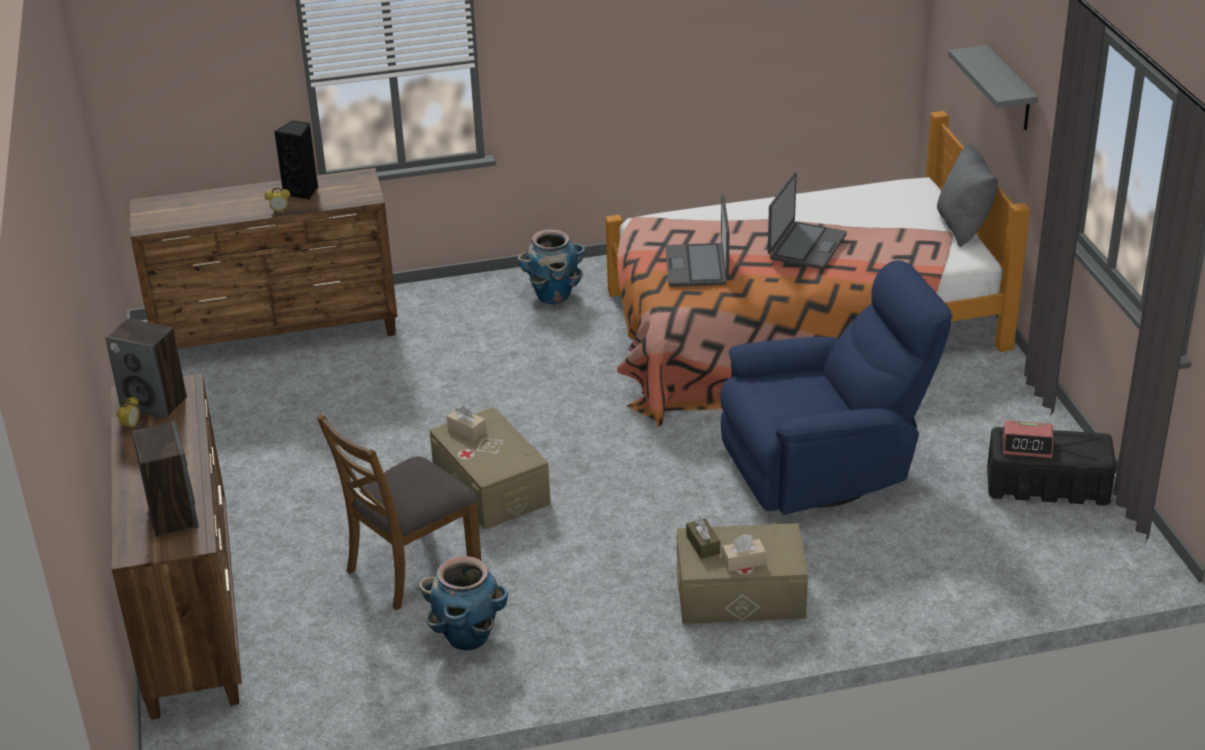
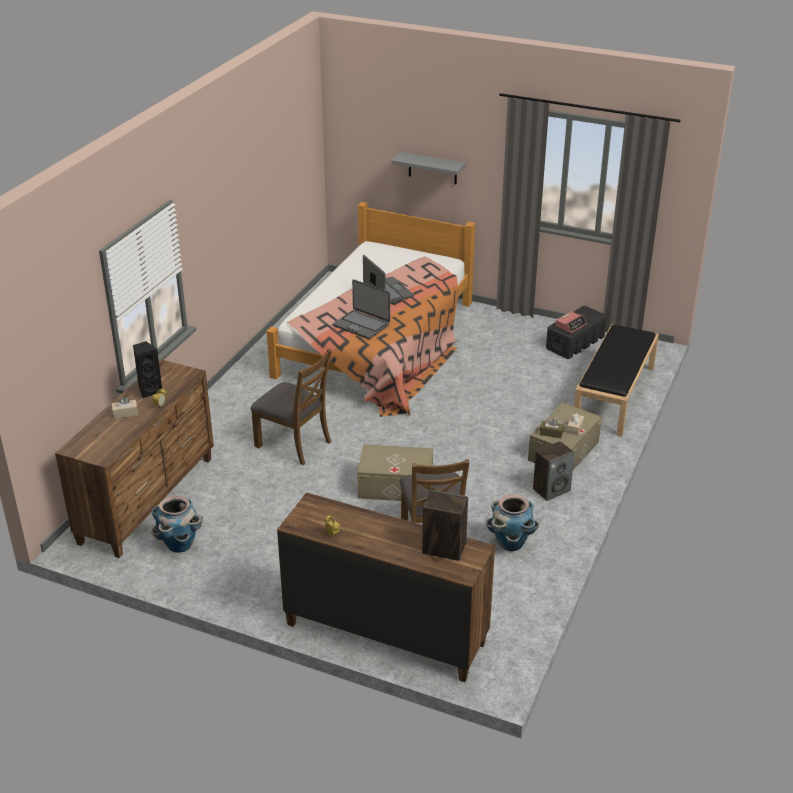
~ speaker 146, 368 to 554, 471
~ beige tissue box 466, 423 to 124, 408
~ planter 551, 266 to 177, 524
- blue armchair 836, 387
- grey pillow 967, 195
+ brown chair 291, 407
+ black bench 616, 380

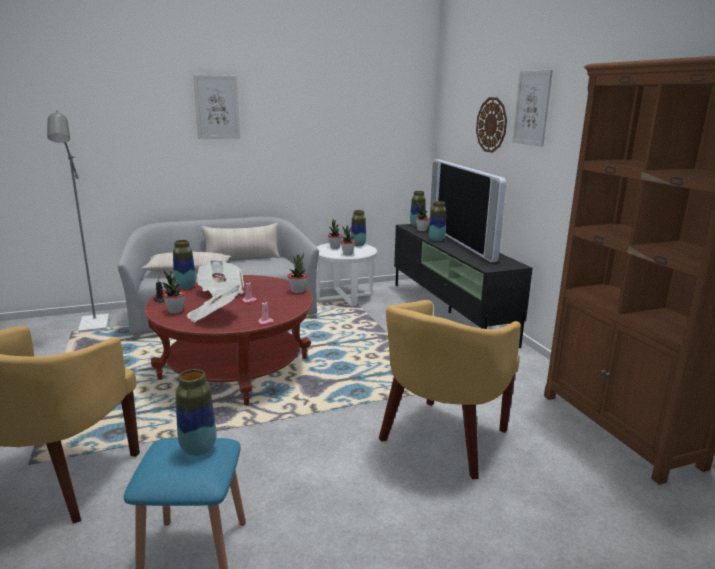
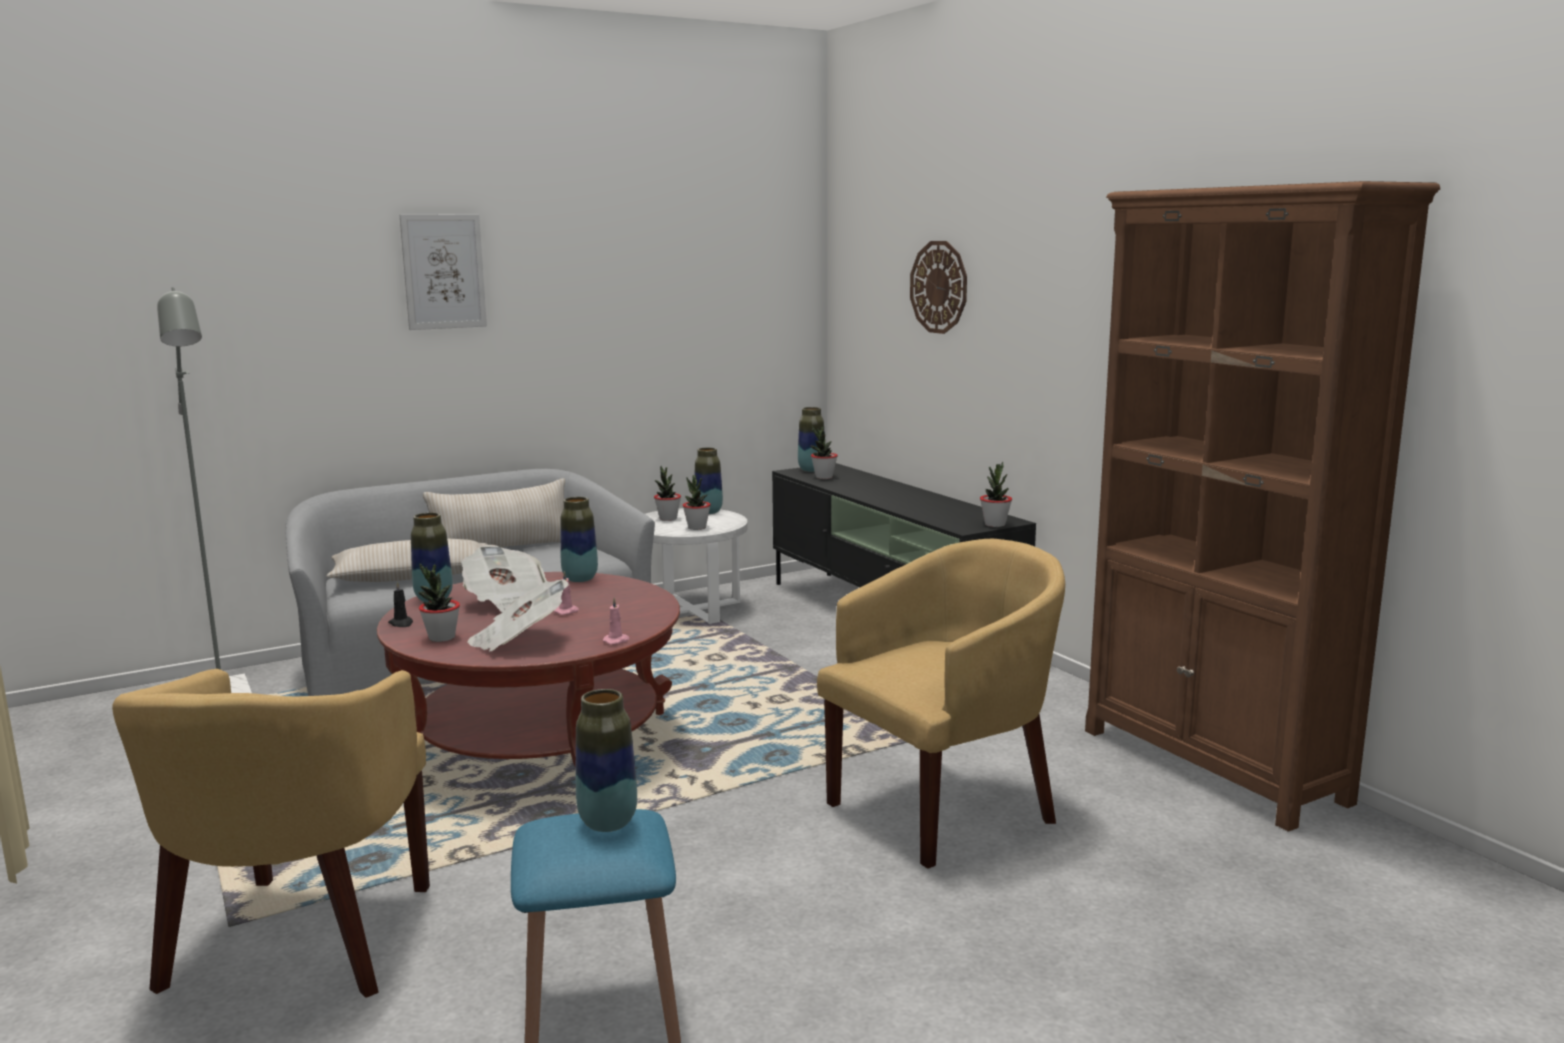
~ potted plant 297, 273 to 996, 494
~ yellow armchair 450, 389 = 941, 703 150 degrees counterclockwise
- television 467, 210
~ vase 437, 221 to 579, 539
- picture 532, 108

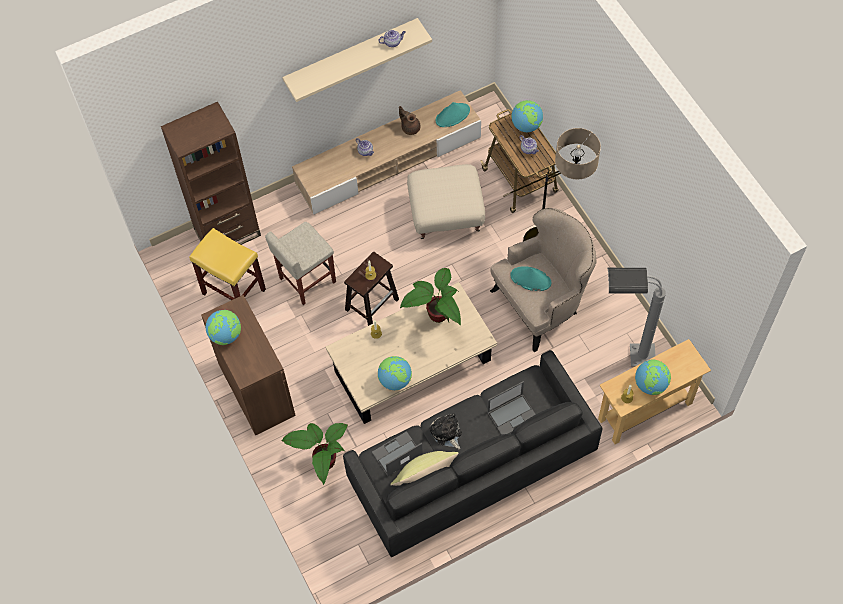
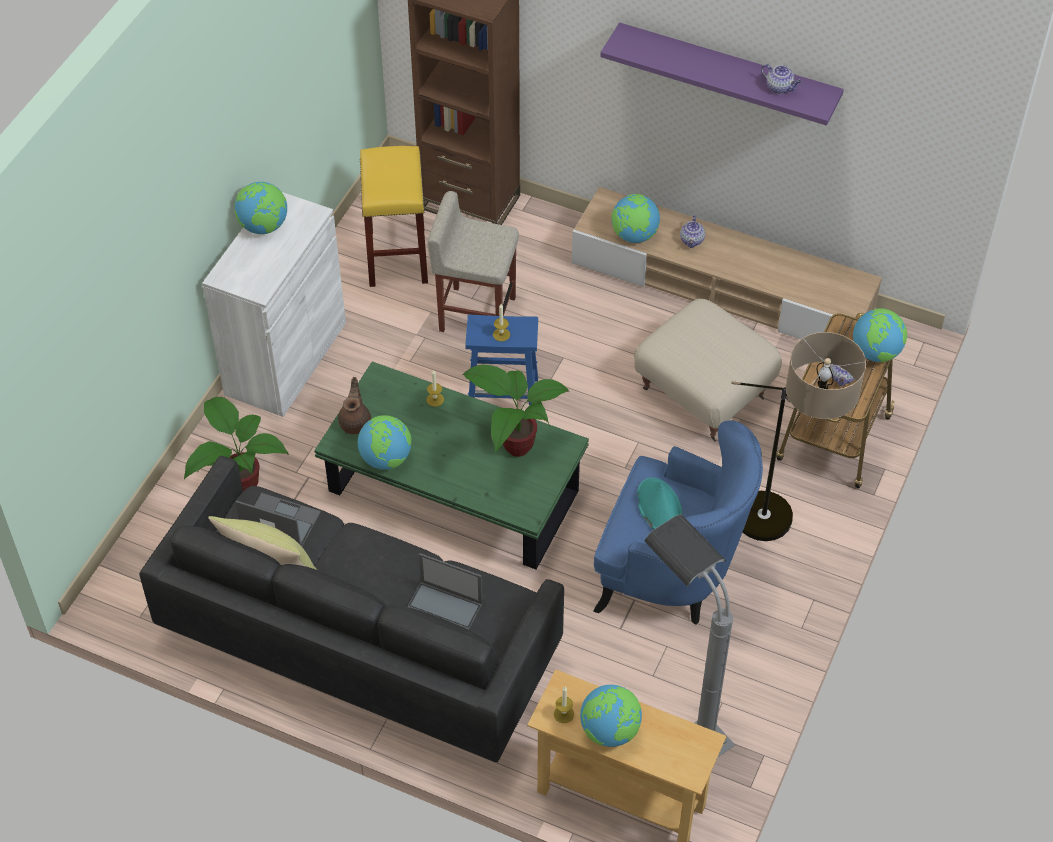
~ brown cabinet 248, 365 to white cabinet 274, 304
~ beige shelf 357, 60 to purple shelf 722, 74
~ beige coffee table 411, 353 to green coffee table 451, 465
~ brown stool 371, 288 to blue stool 501, 360
~ brown teapot 409, 120 to 354, 405
- plush toy 446, 431
- turquoise hat 453, 114
~ beige armchair 543, 280 to blue armchair 678, 522
+ globe 635, 218

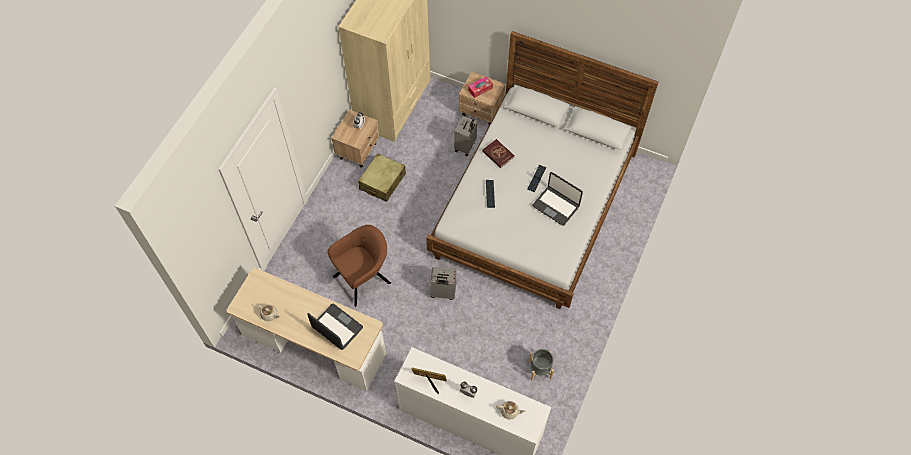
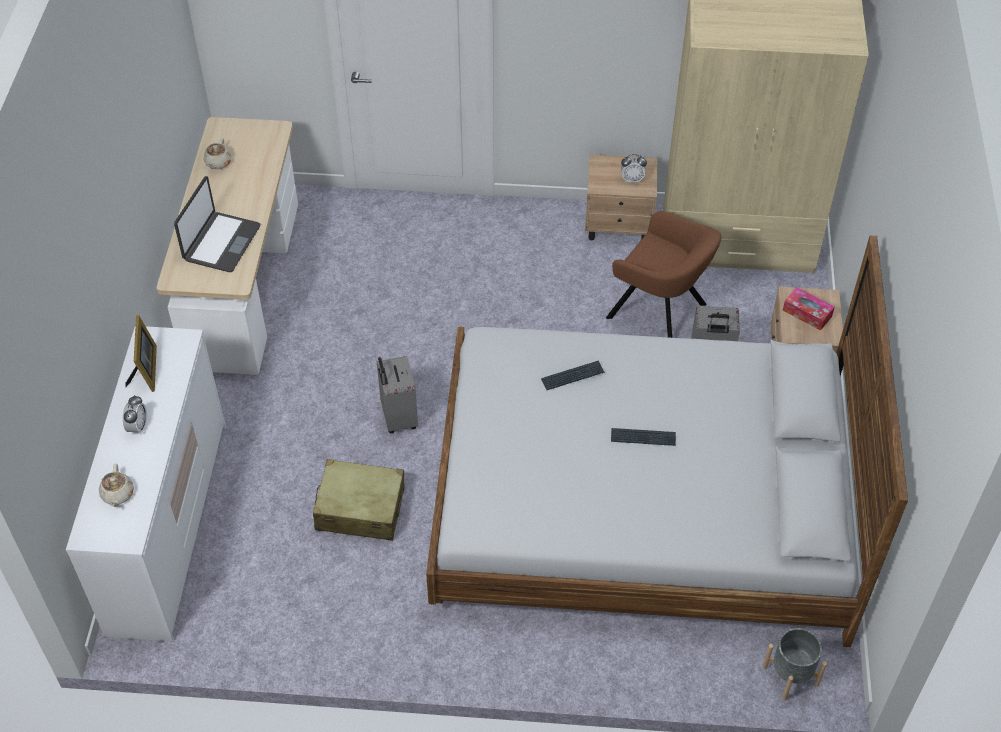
~ brown armchair 359, 266 to 663, 274
~ beige suitcase 382, 177 to 359, 500
- red book 498, 153
~ grey planter 541, 364 to 794, 664
- laptop 557, 199

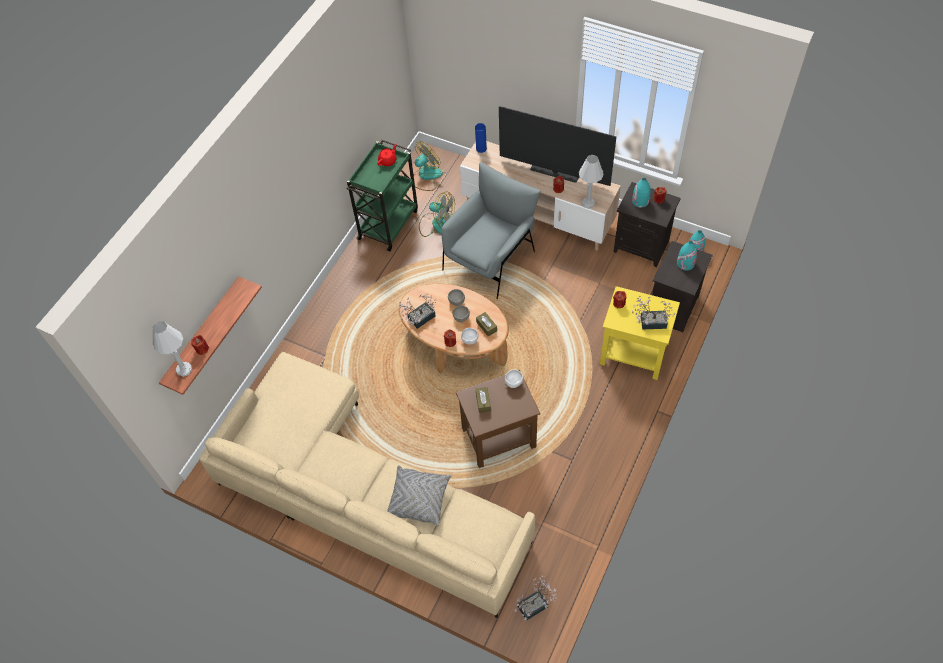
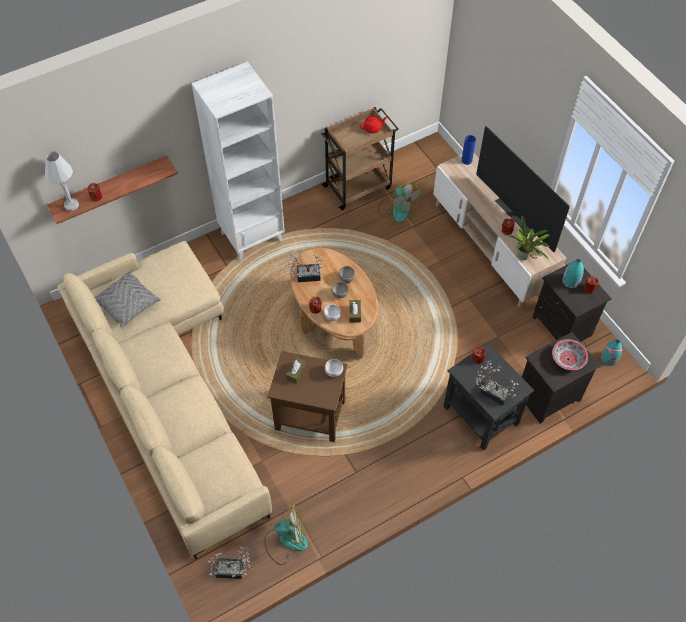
~ green cart 382, 195 to brown cart 359, 158
~ grey pillow 419, 495 to 128, 300
~ fan 428, 166 to 286, 534
- grey armchair 491, 230
~ white table lamp 591, 182 to potted plant 525, 238
~ yellow side table 640, 333 to black side table 488, 397
~ turquoise vase 687, 255 to bowl 570, 354
+ white bookcase 238, 161

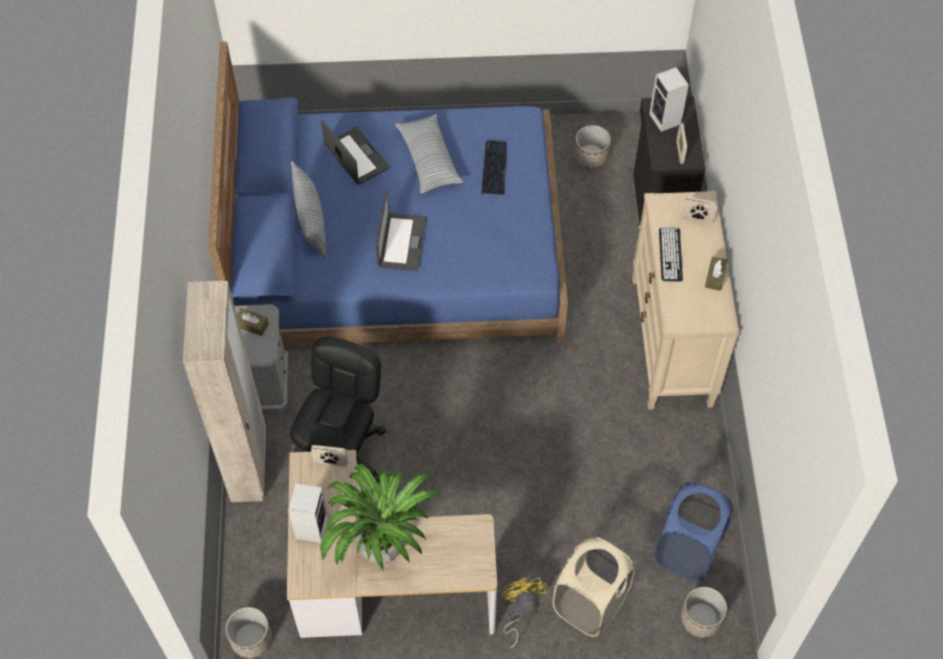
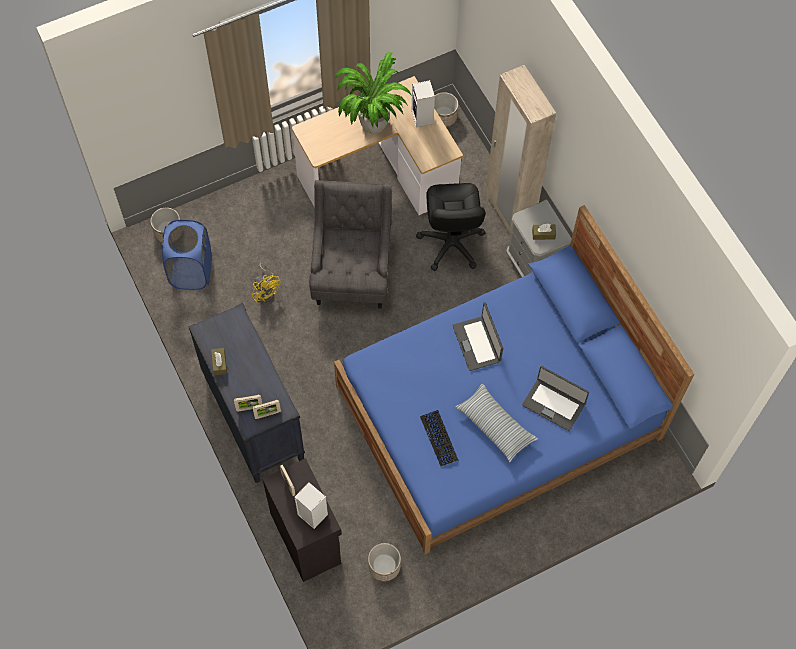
- pillow 309, 209
~ picture frame 329, 456 to 266, 409
~ yellow fan 524, 613 to 266, 282
- beige laundry basket 593, 587
~ beige dresser 685, 300 to black dresser 246, 393
- keyboard 671, 255
+ grey armchair 350, 244

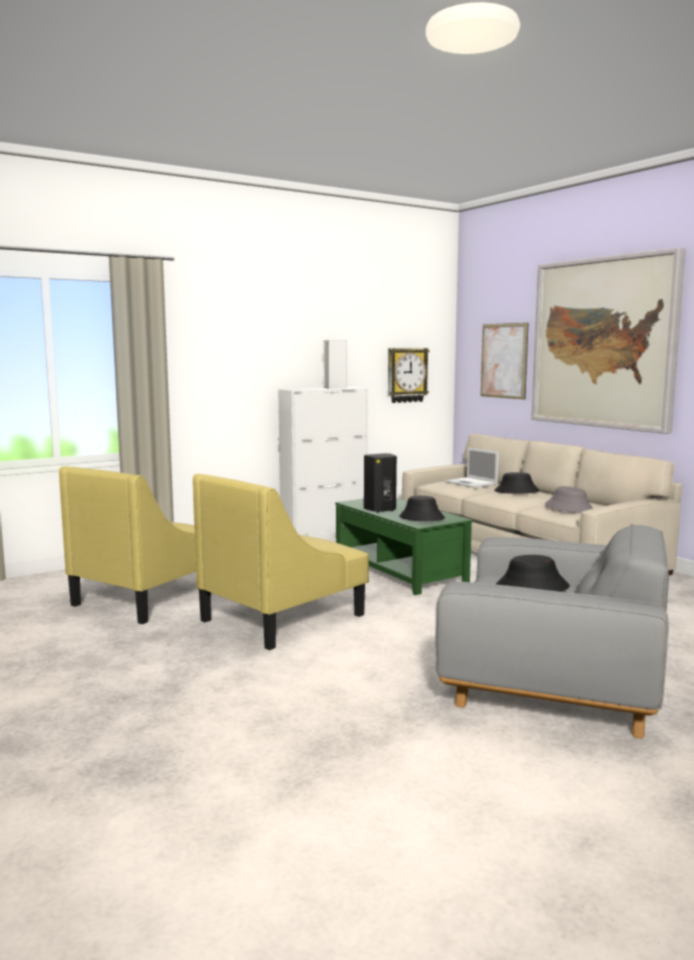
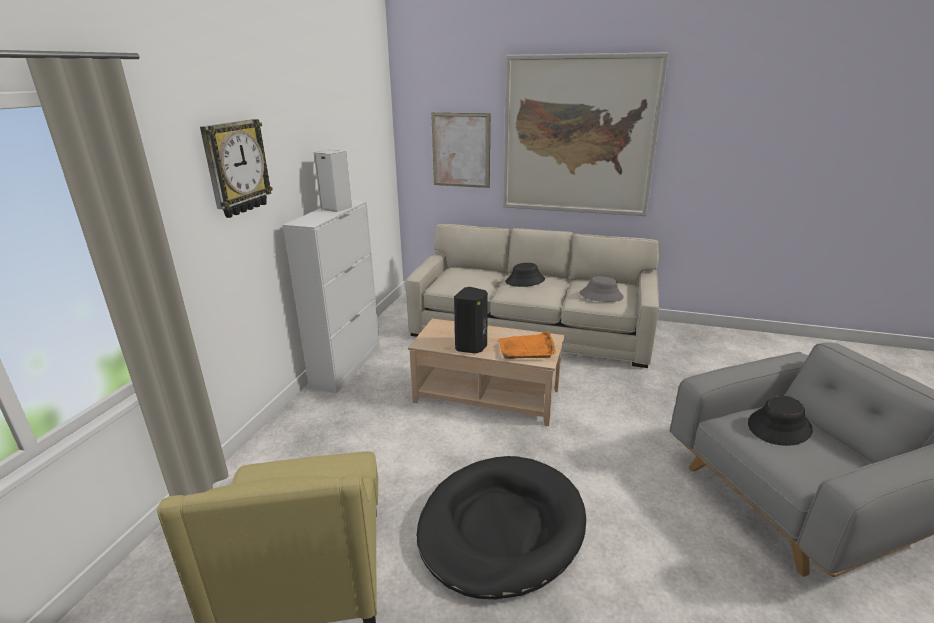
~ yellow armchair 281, 562 to black dog bed 501, 527
~ green coffee table 404, 546 to beige coffee table 486, 372
~ wall clock 408, 375 to 236, 168
~ black hat 422, 508 to orange tray 527, 345
- laptop 472, 468

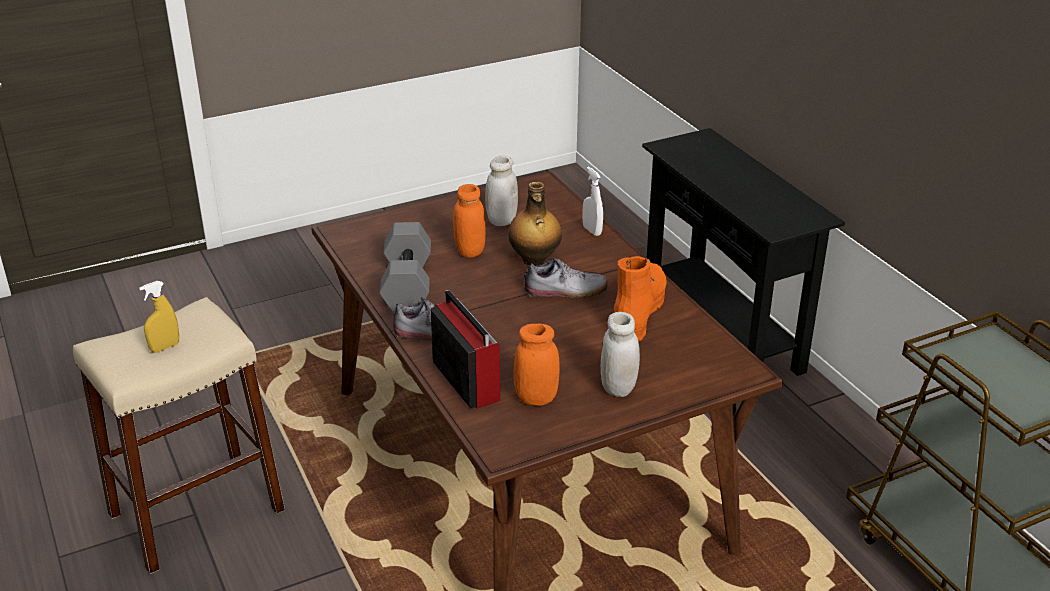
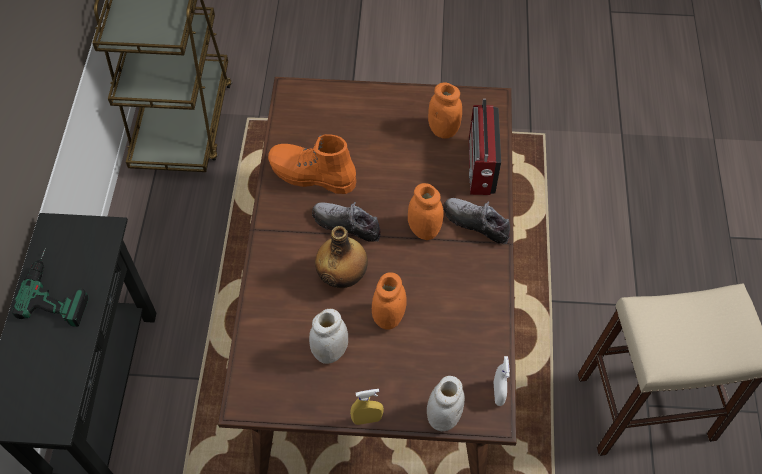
~ yellow spray bottle 159, 317 to 367, 407
- grey dumbbell 405, 267
~ white spray bottle 593, 201 to 502, 381
~ white jar 620, 354 to 446, 403
~ orange boot 640, 298 = 312, 164 60 degrees clockwise
+ power drill 50, 287
+ orange jar 426, 211

